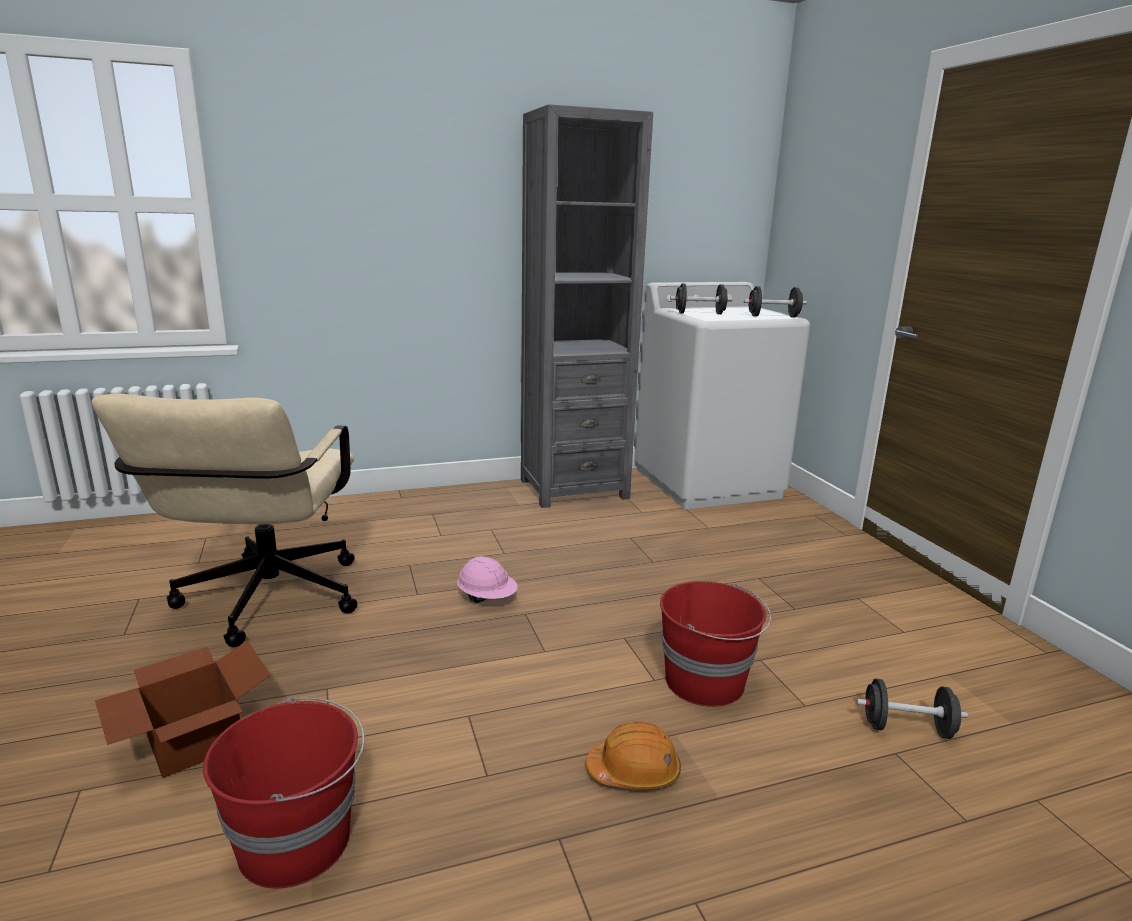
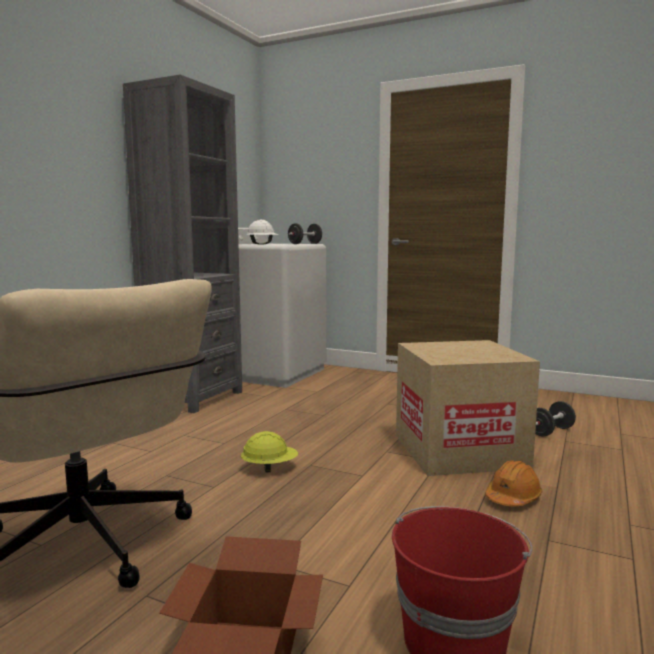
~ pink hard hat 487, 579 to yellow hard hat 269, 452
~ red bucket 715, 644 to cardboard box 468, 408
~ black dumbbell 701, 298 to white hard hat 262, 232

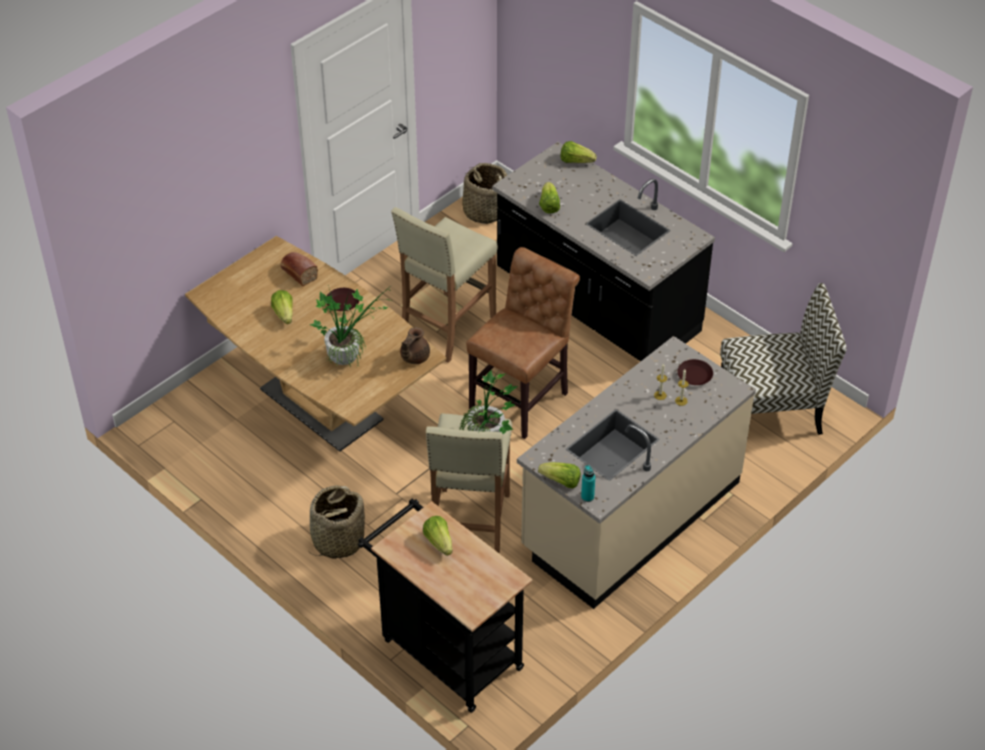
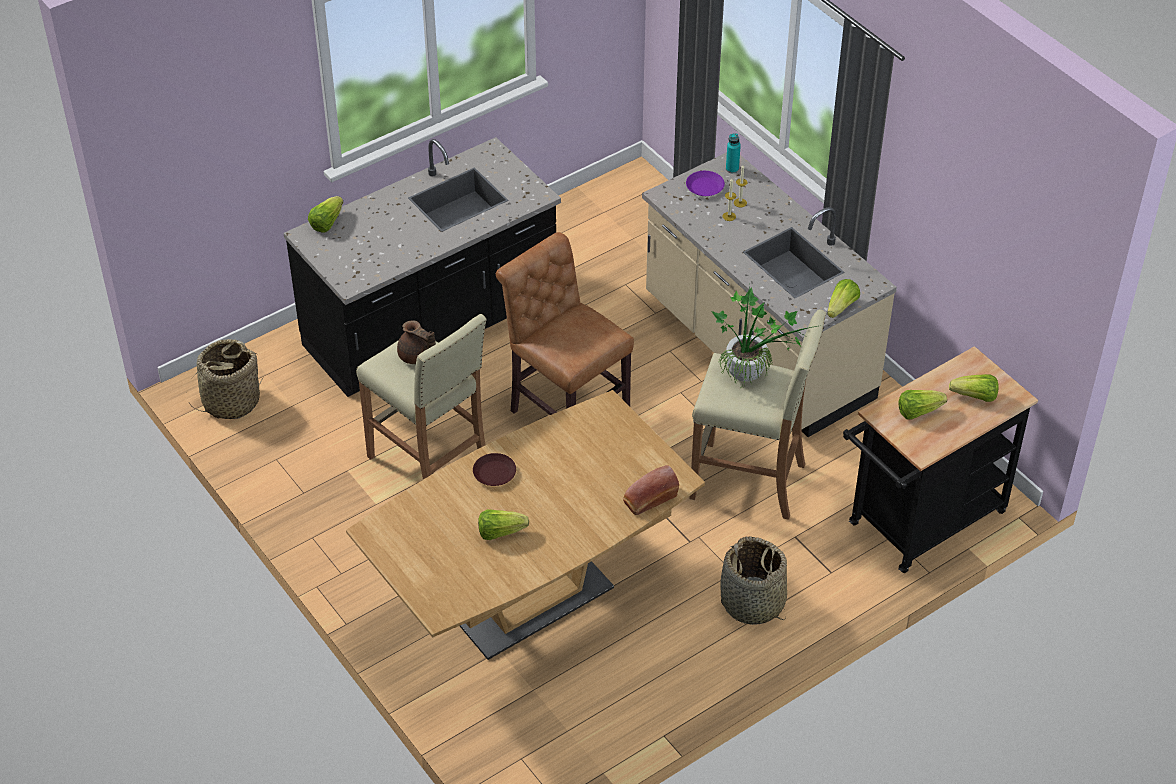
~ bread 299, 269 to 651, 490
- potted plant 351, 325
~ brown teapot 415, 345 to 416, 342
~ lettuce 549, 198 to 974, 388
~ turquoise bottle 588, 483 to 733, 153
~ brown plate 695, 372 to purple plate 705, 183
- chair 783, 359

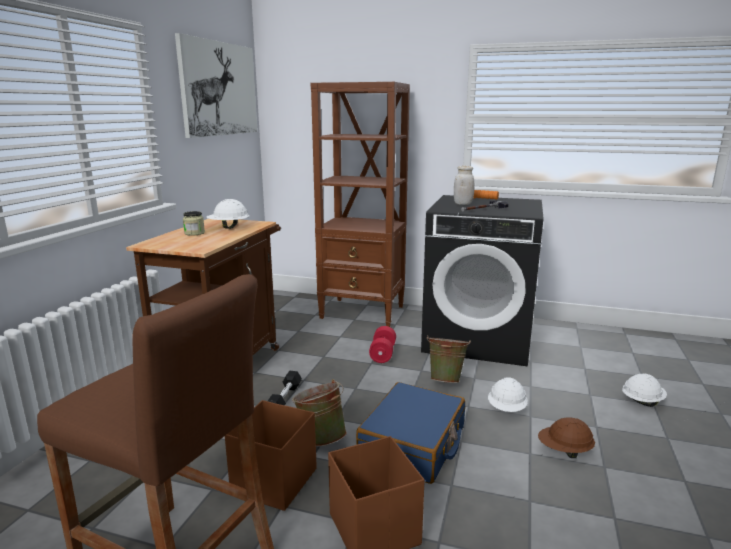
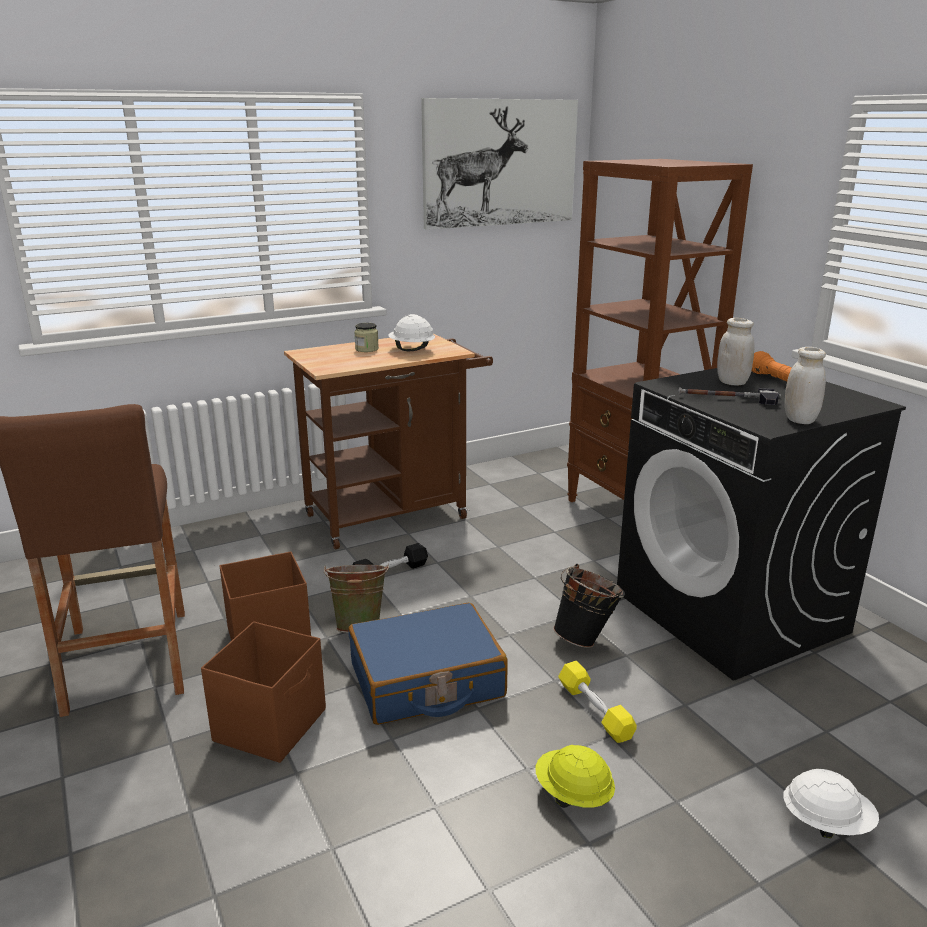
- red dumbbell 382, 344
~ green bucket 449, 359 to black bucket 589, 606
~ white hard hat 508, 394 to yellow dumbbell 597, 702
~ brown hard hat 566, 437 to yellow hard hat 575, 776
+ white jar 805, 385

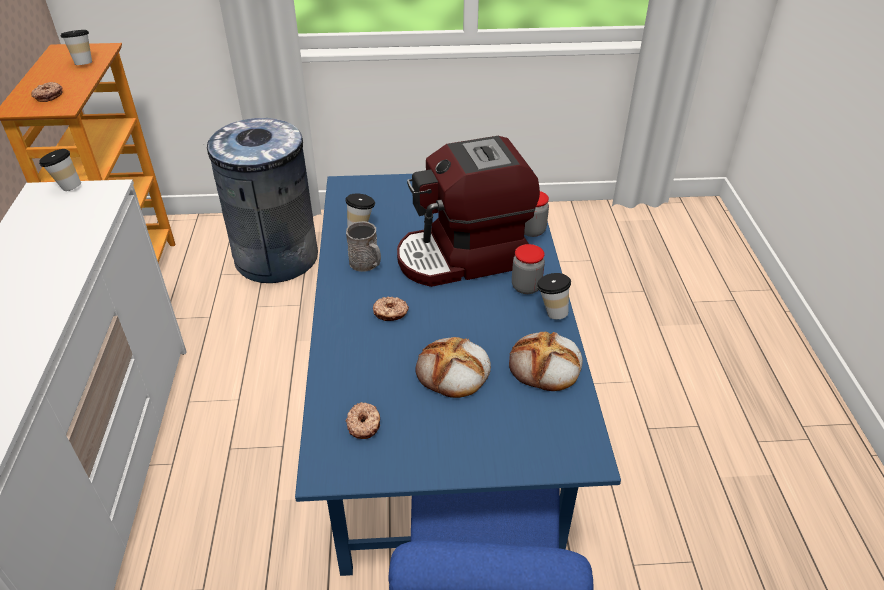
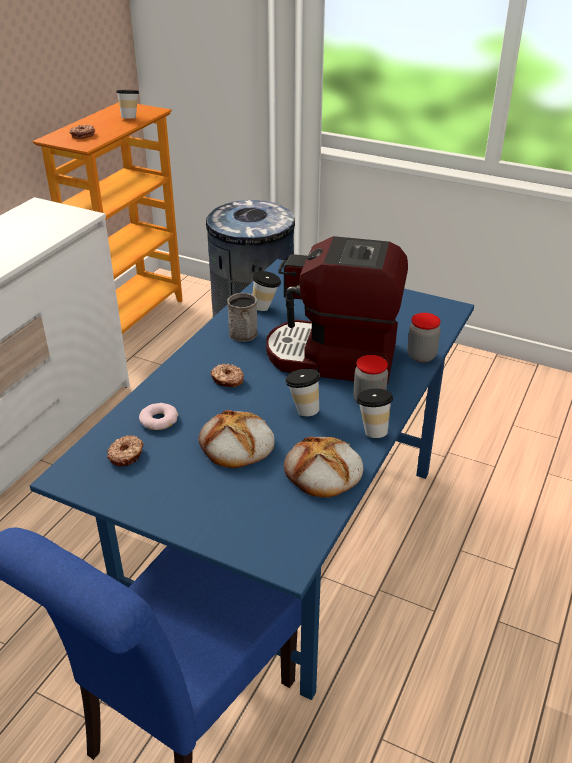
~ cup 60, 170 to 302, 393
+ donut 158, 416

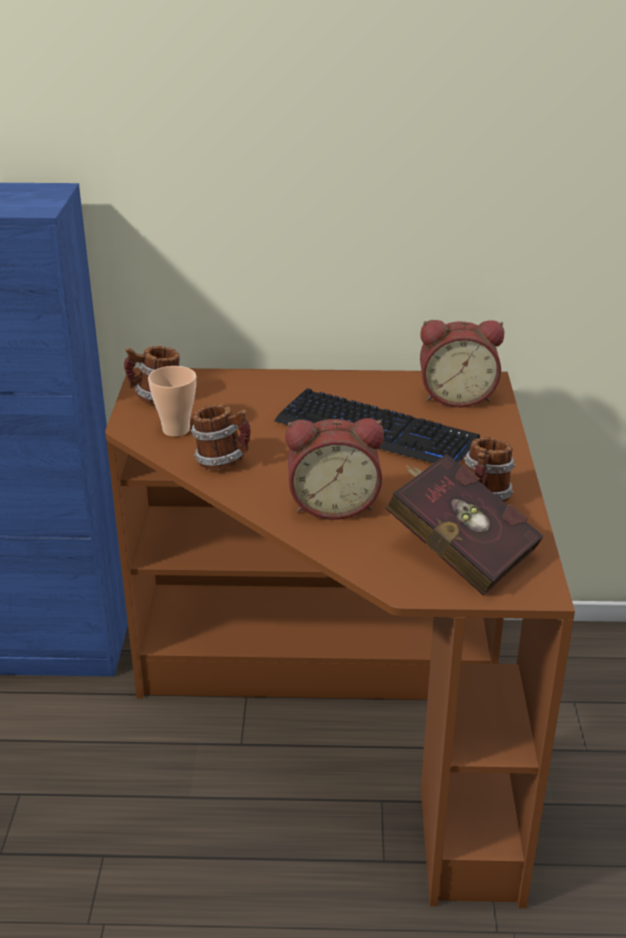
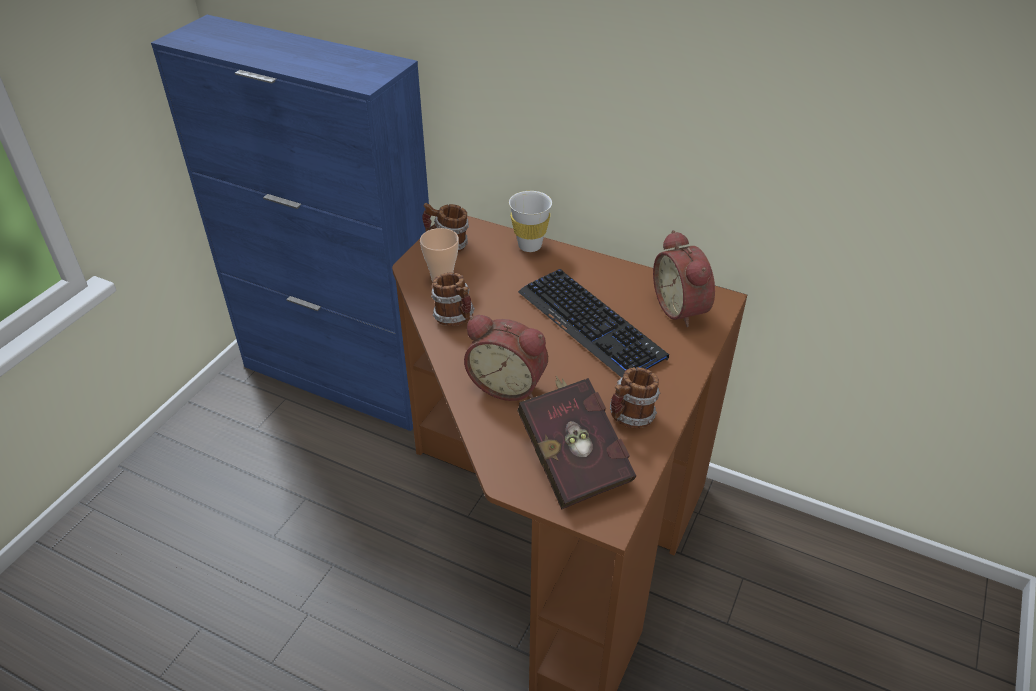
~ alarm clock 462, 363 = 684, 278 45 degrees clockwise
+ white cup 530, 221

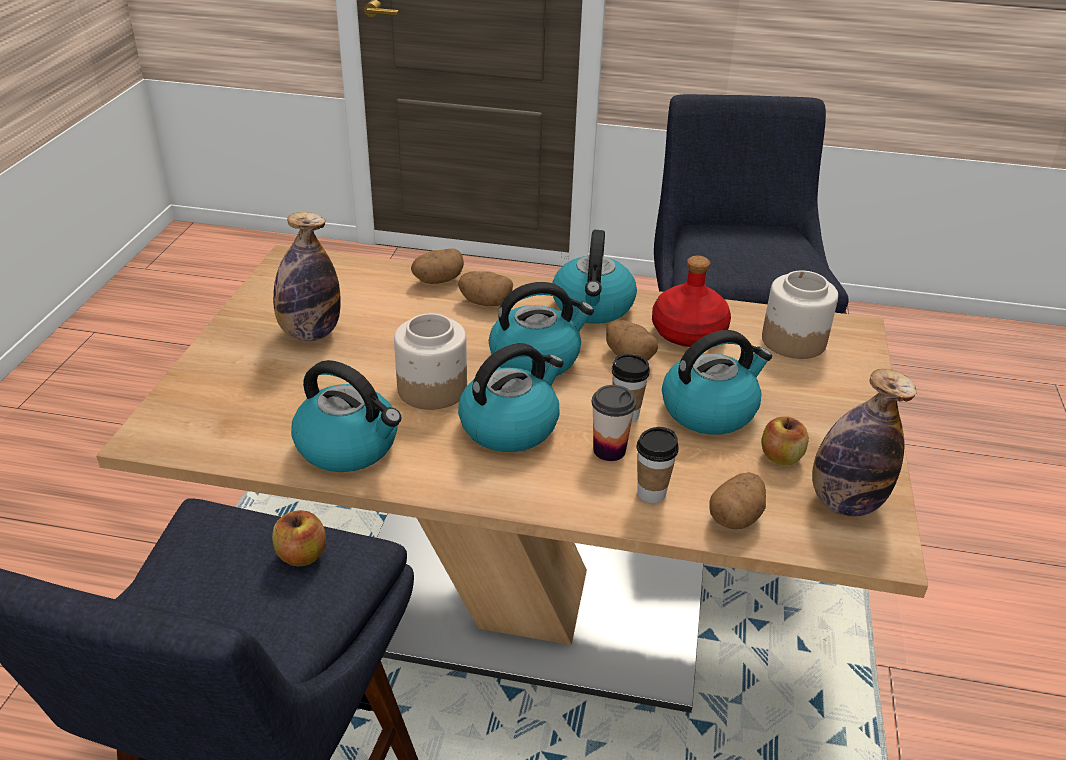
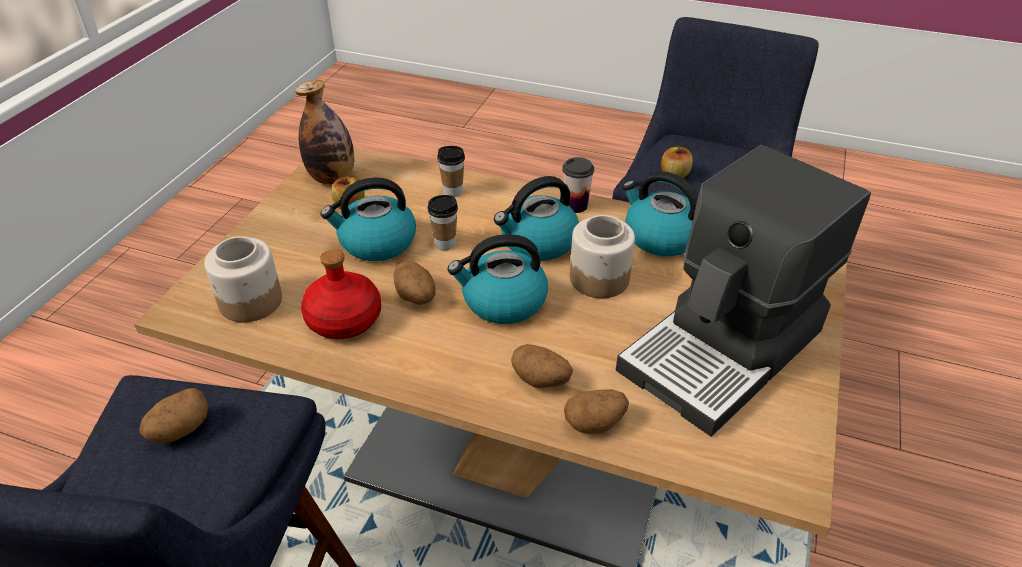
~ bottle 307, 276 to coffee machine 743, 290
- kettle 594, 276
~ cup 614, 423 to 578, 185
~ potato 737, 500 to 174, 415

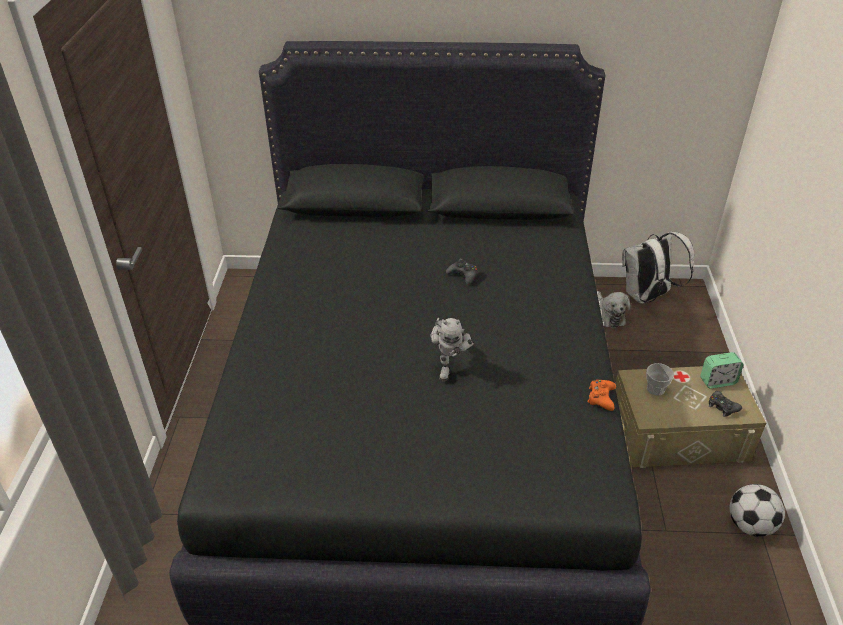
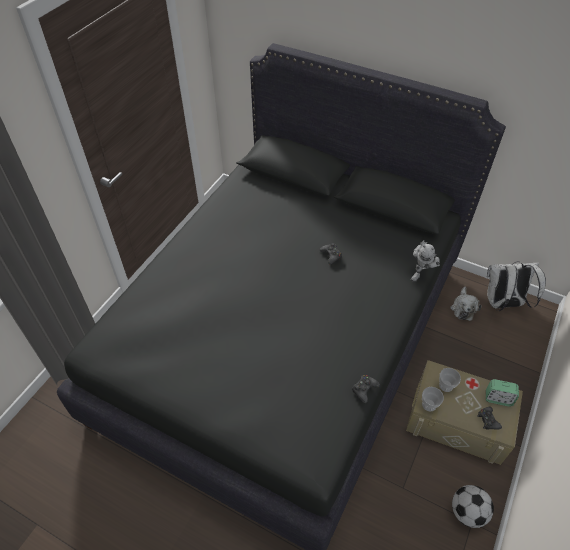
~ toy robot 452, 349 to 425, 261
~ orange game controller 601, 395 to black game controller 366, 389
+ cup 433, 399

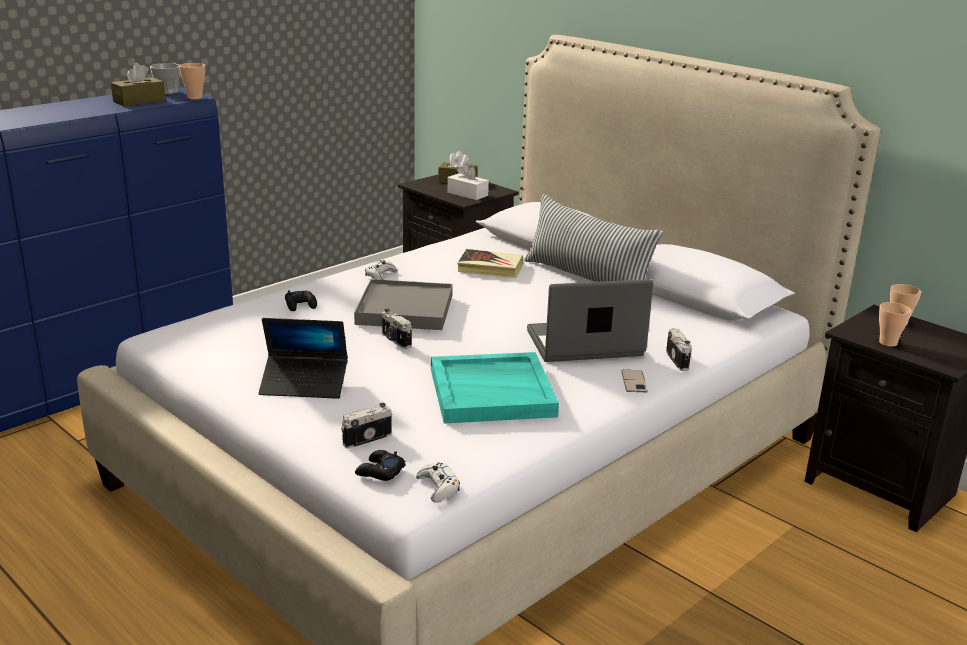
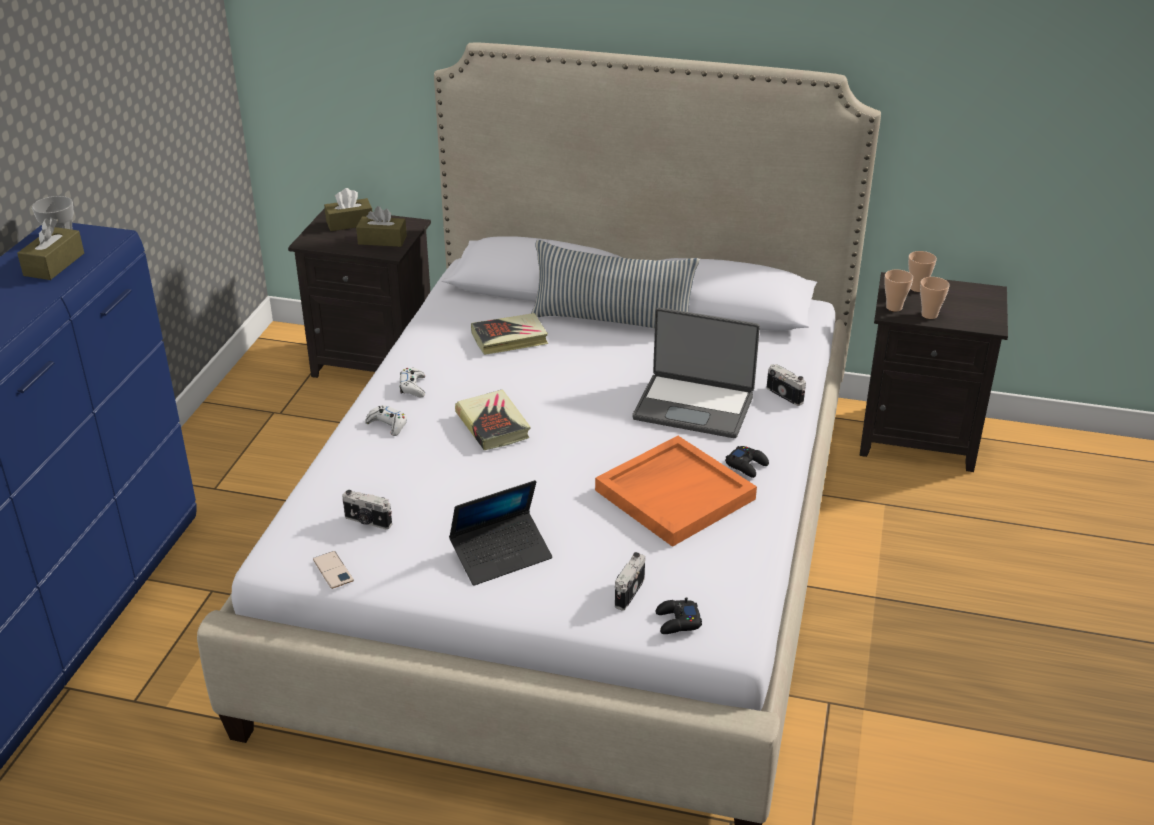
~ cup 192, 81 to 898, 290
~ black game controller 301, 300 to 747, 462
~ grey tray 403, 304 to book 493, 419
~ photo camera 397, 329 to 367, 509
~ white game controller 438, 482 to 386, 420
~ turquoise tray 495, 388 to orange tray 676, 491
~ white tissue box 468, 181 to brown tissue box 381, 226
~ laptop 590, 320 = 696, 372 120 degrees counterclockwise
~ phone 635, 381 to 333, 570

